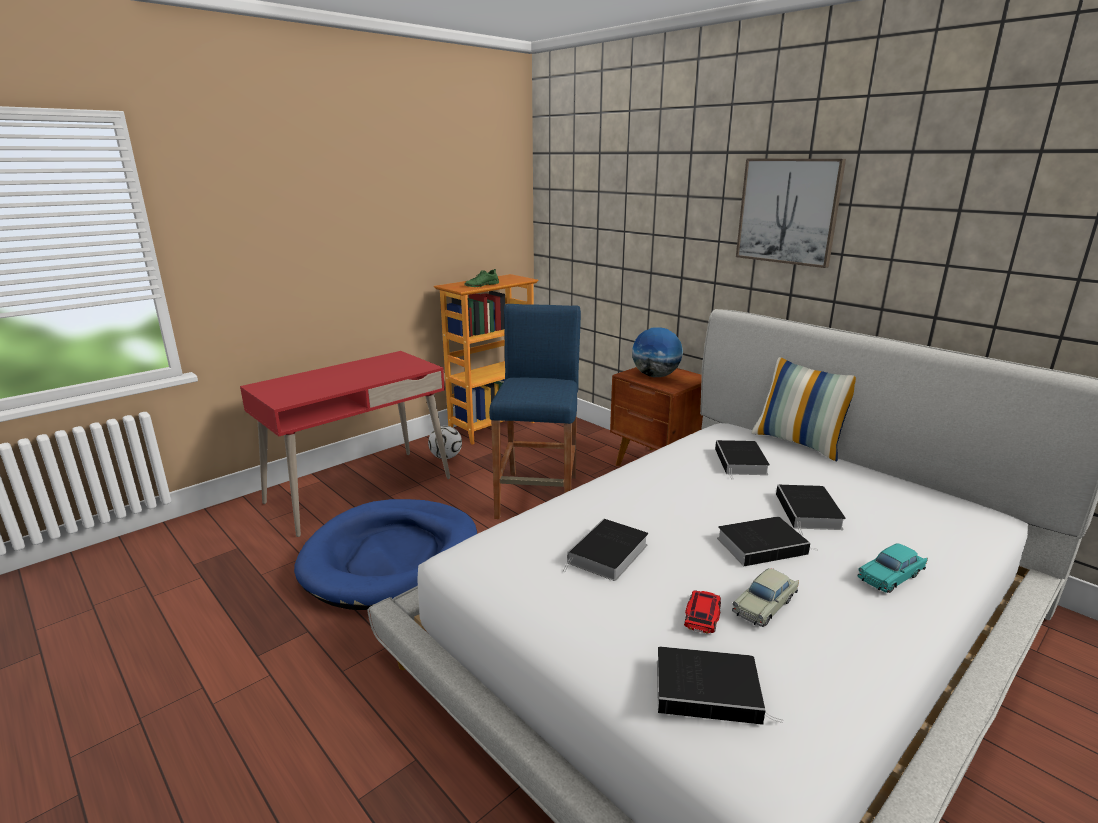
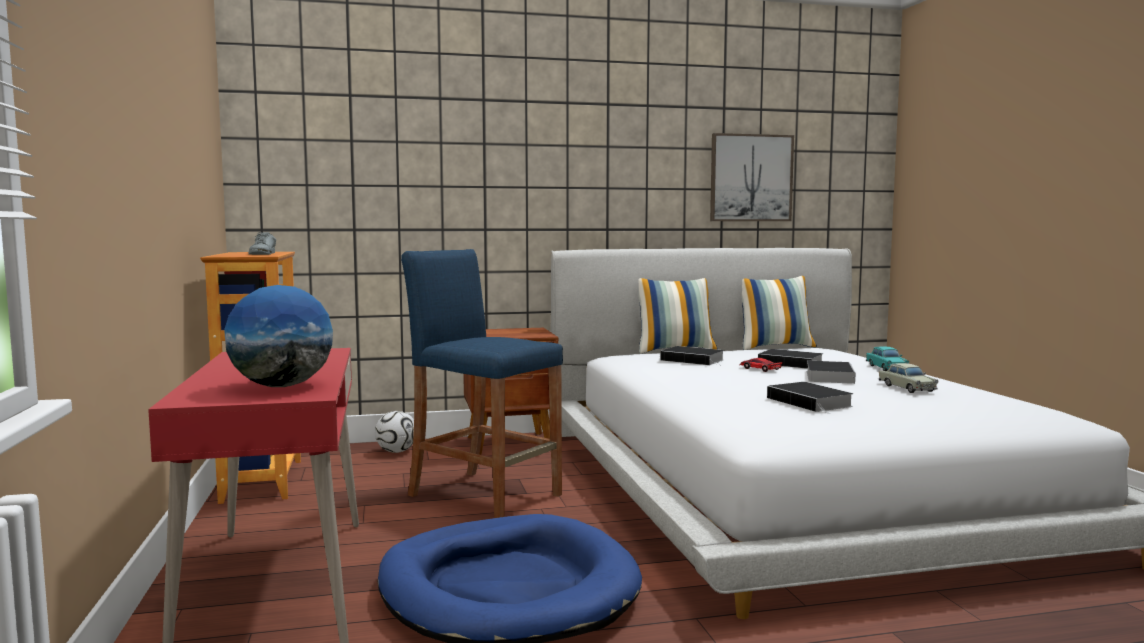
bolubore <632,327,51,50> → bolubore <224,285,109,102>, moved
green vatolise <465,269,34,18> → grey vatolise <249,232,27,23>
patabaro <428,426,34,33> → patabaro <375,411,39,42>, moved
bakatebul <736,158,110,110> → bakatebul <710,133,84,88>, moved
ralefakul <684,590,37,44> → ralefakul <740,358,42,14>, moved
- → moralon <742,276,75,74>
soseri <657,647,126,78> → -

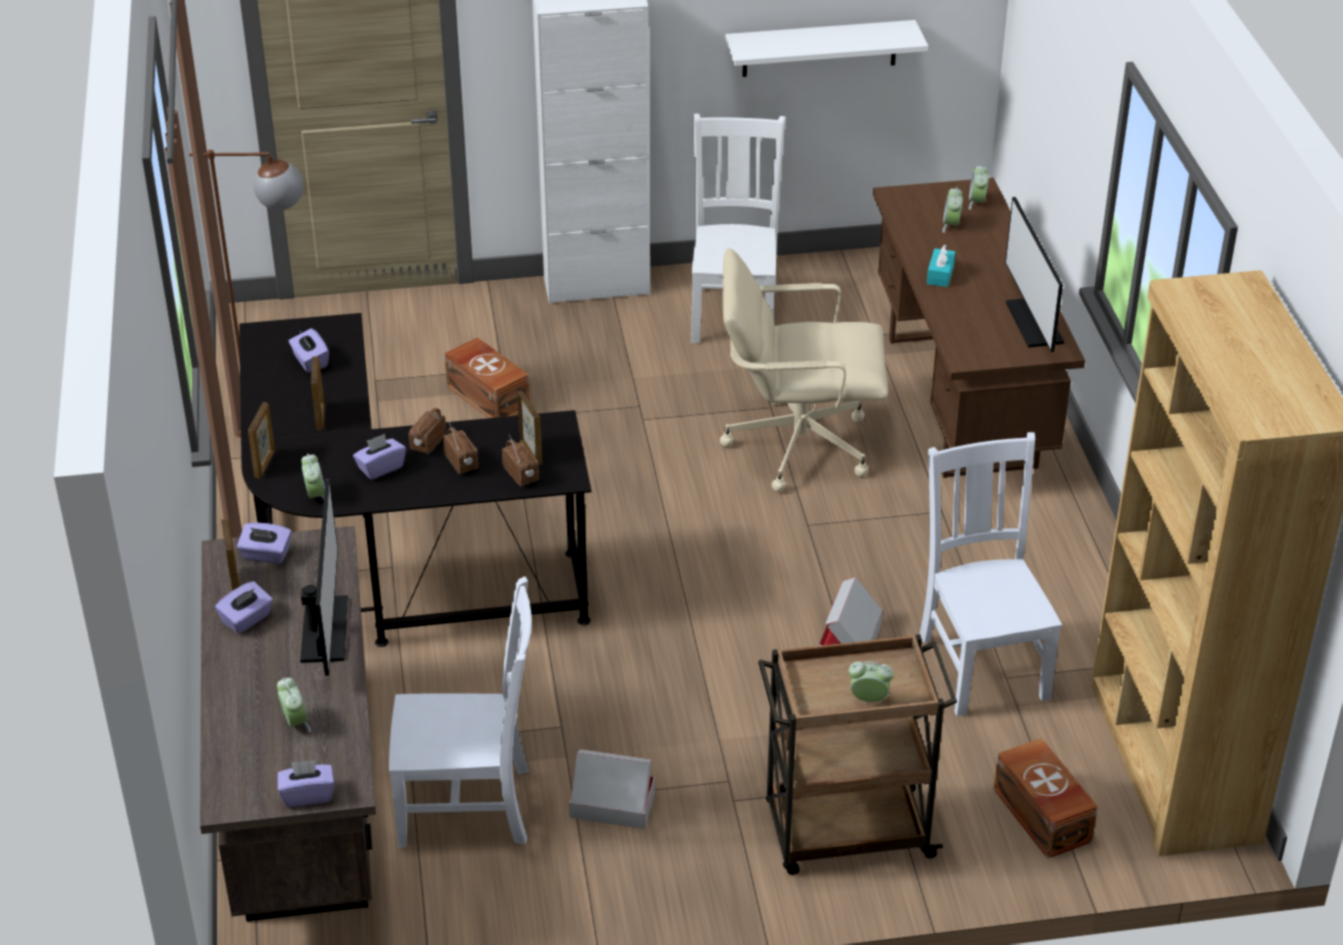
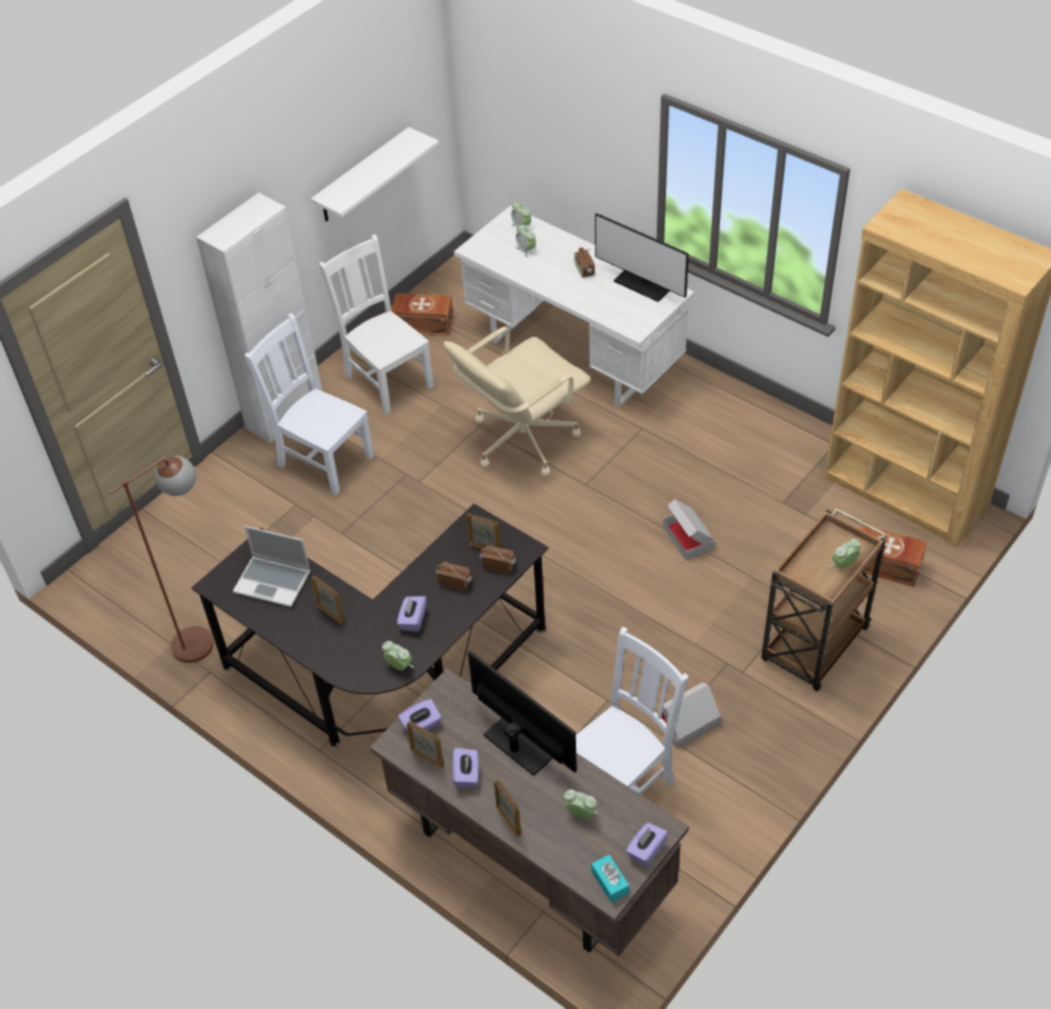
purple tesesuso <289,328,40,45> → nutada <233,526,78,81>
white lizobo <920,432,142,284> → white lizobo <244,313,130,183>, moved
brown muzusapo <444,337,86,81> → brown muzusapo <391,293,63,43>, moved
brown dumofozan <873,178,212,300> → white dumofozan <454,206,240,202>
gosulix <248,403,27,76> → gosulix <494,780,27,57>, moved
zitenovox <409,408,37,46> → zitenovox <574,247,21,31>, moved
turquoise tesesuso <927,245,28,42> → turquoise tesesuso <591,855,38,48>, moved

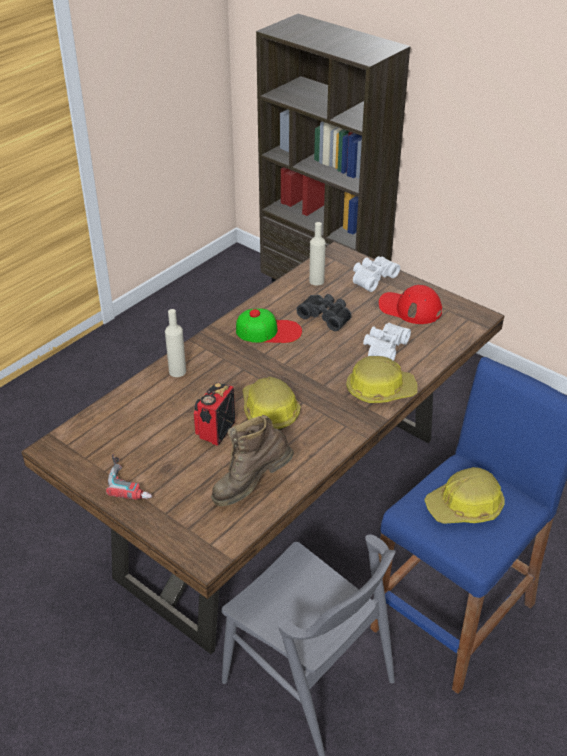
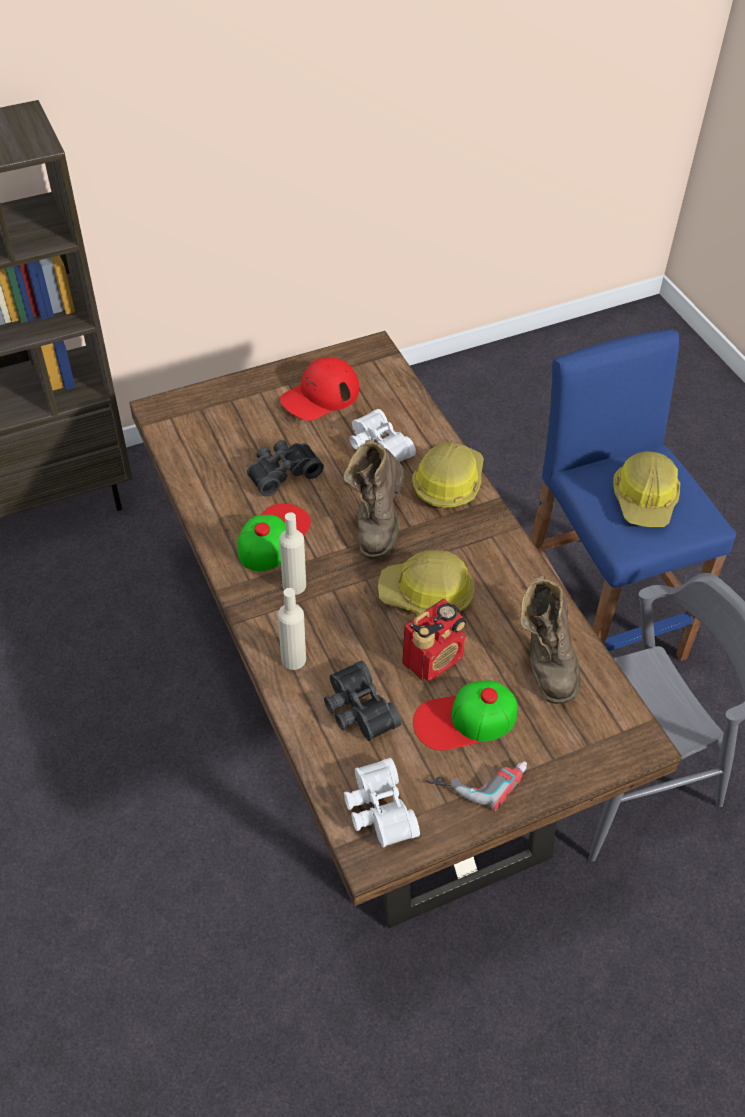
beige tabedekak <309,222,17,64> → beige tabedekak <279,512,27,83>, moved
- → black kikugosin <324,661,78,80>
- → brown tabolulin <343,439,61,120>
white kikugosin <353,256,47,36> → white kikugosin <344,758,76,90>, moved
zitenovox <194,382,41,64> → zitenovox <402,599,64,82>, 90 degrees counterclockwise
- → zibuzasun <413,681,104,69>

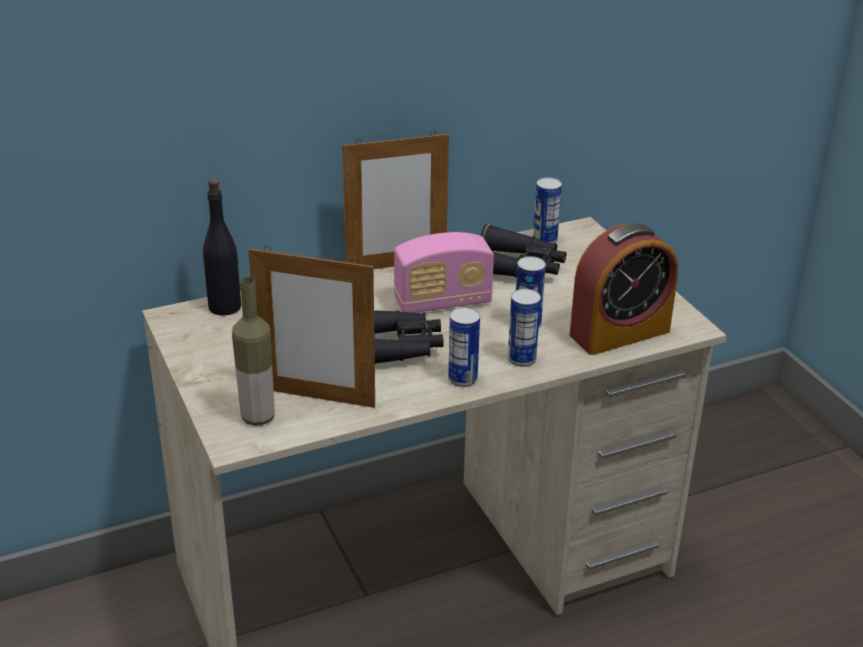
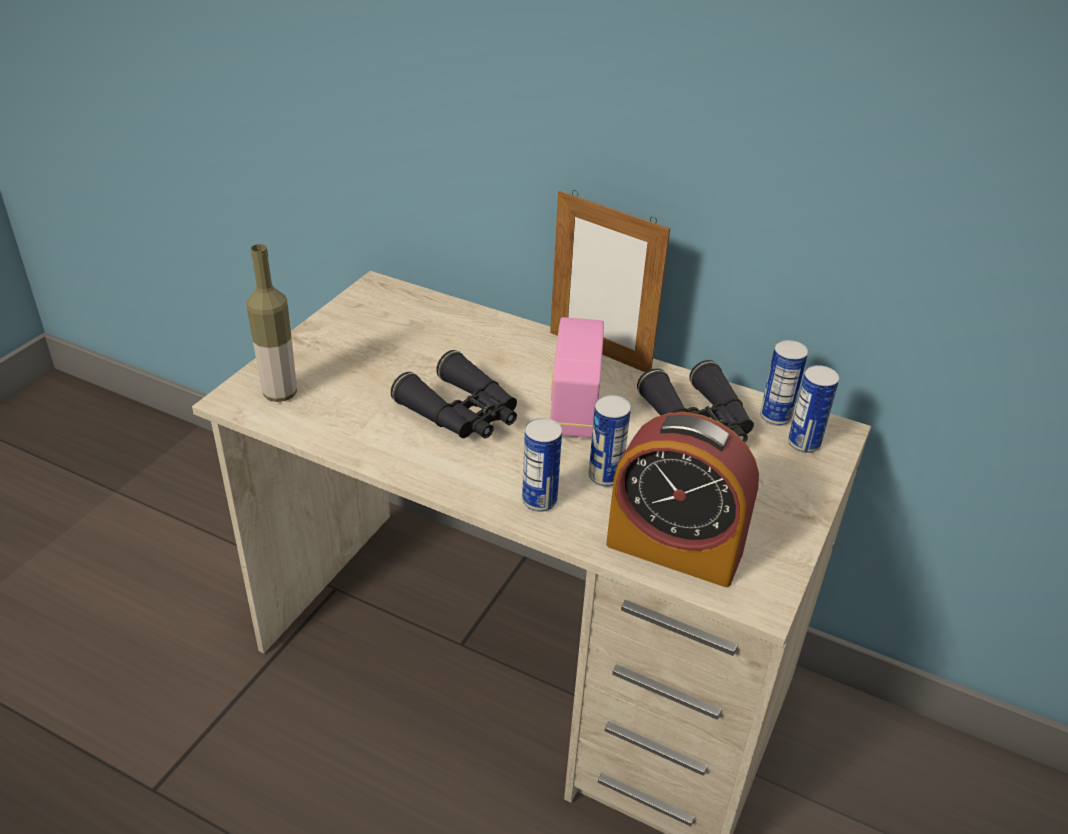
zitenovox <394,232,100,81> → zitenovox <550,317,54,121>, 60 degrees clockwise
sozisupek <448,307,32,80> → sozisupek <788,365,51,88>, moved
black tabedekak <203,179,38,137> → -
gosulix <249,246,126,162> → -

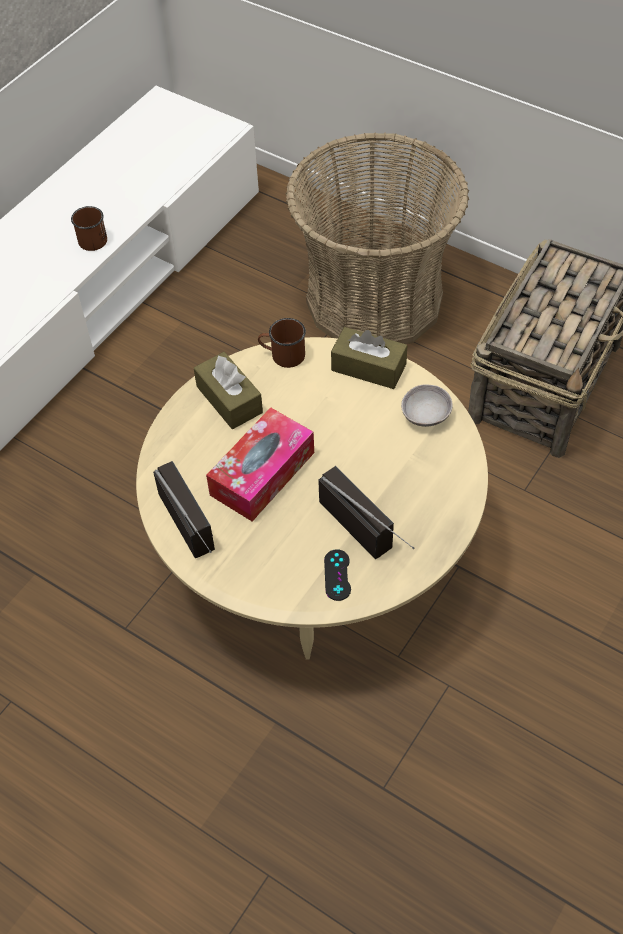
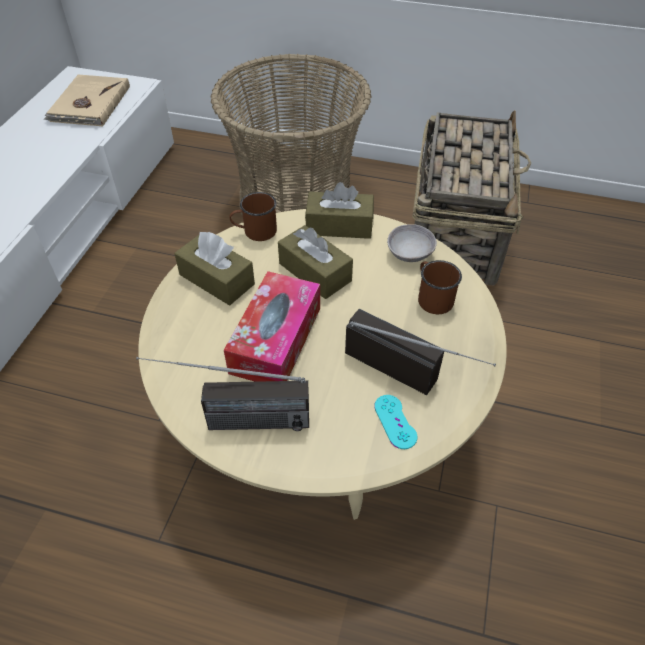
- → beige soseri <44,75,86,52>
zitenovox <153,461,62,97> → zitenovox <136,357,173,74>, 135 degrees clockwise
- → brown tesesuso <278,225,75,74>
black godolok <324,549,27,52> → turquoise godolok <374,395,43,54>
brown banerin <71,206,36,45> → brown banerin <418,260,44,54>, moved

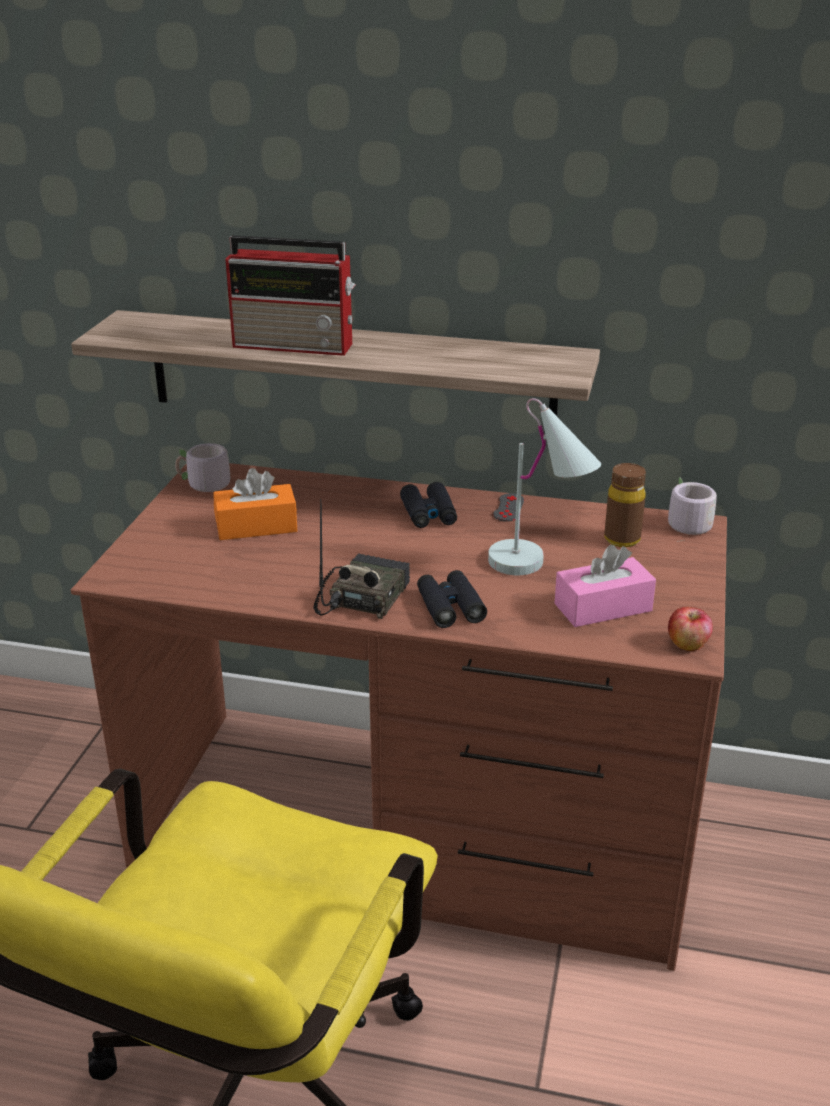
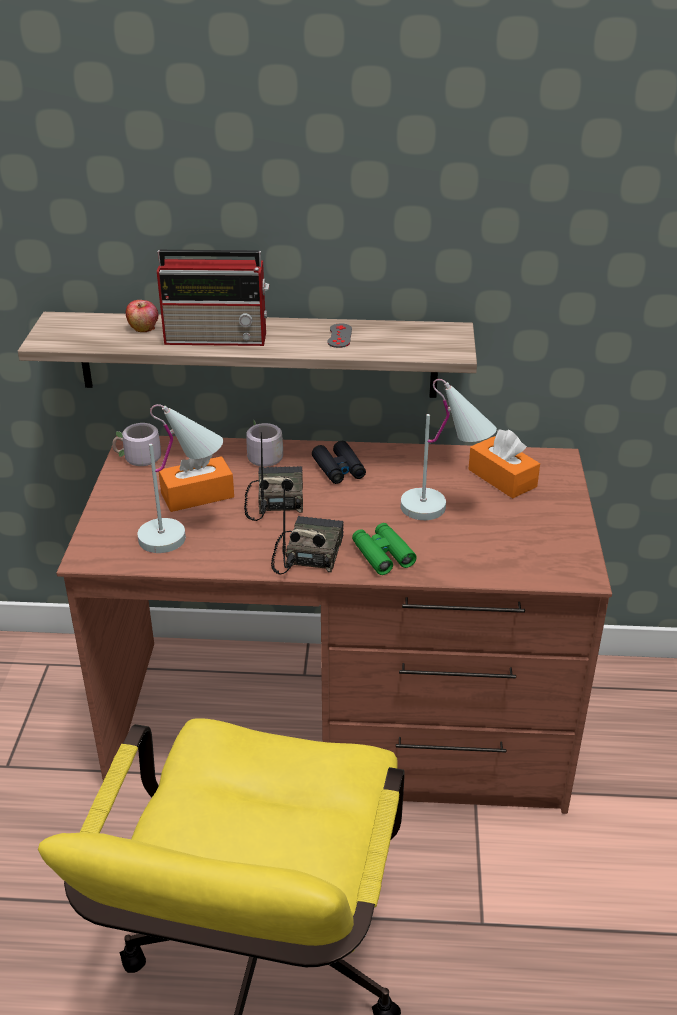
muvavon <668,607,45,44> → muvavon <126,300,33,32>, moved
- → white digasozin <137,404,86,149>
- → zitenovox <244,432,59,89>
grey banerin <668,477,49,65> → grey banerin <246,420,37,54>, moved
grey godolok <493,493,31,29> → grey godolok <327,323,25,25>, moved
black kikugosin <417,570,70,58> → green kikugosin <352,523,65,52>
brown tabedekak <604,463,42,84> → orange tesesuso <468,429,72,70>
pink tesesuso <554,545,102,82> → -

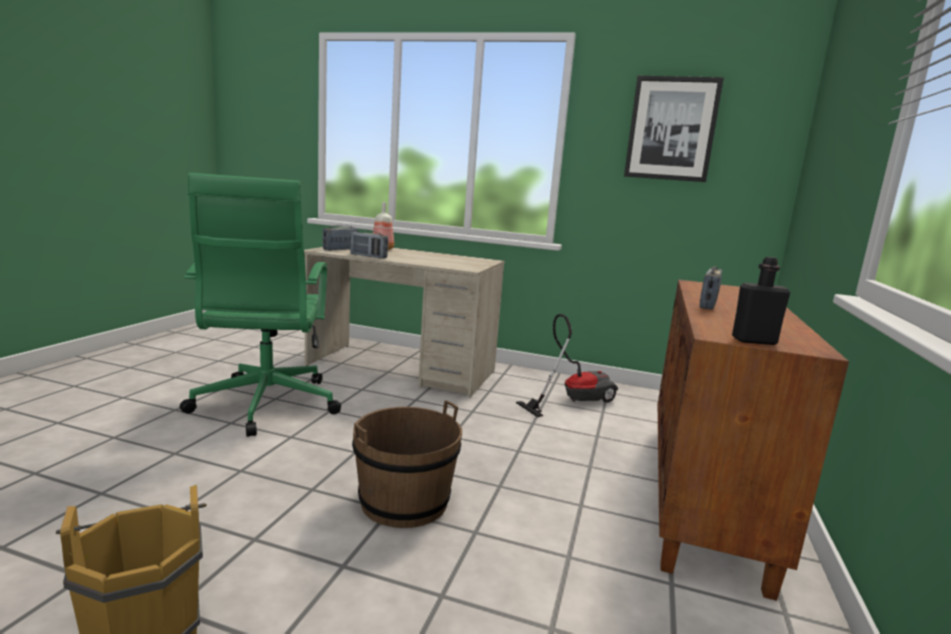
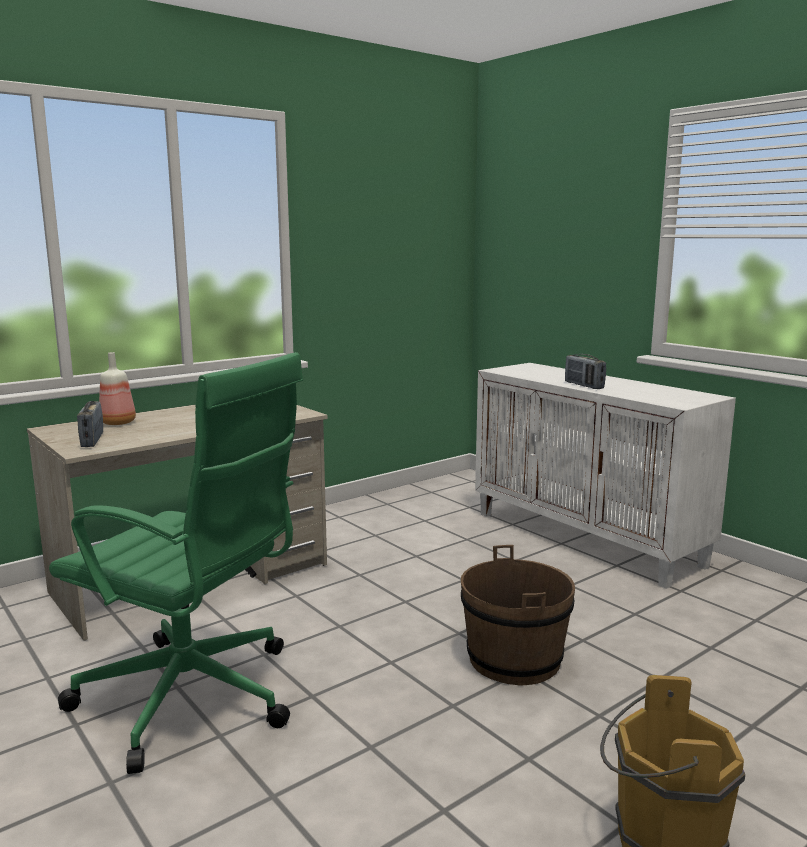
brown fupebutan <658,279,191,322> → white fupebutan <475,363,261,226>
zitenovox <350,230,38,28> → -
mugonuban <516,314,102,103> → -
bakatebul <624,76,100,106> → -
black tabedekak <732,257,58,88> → -

